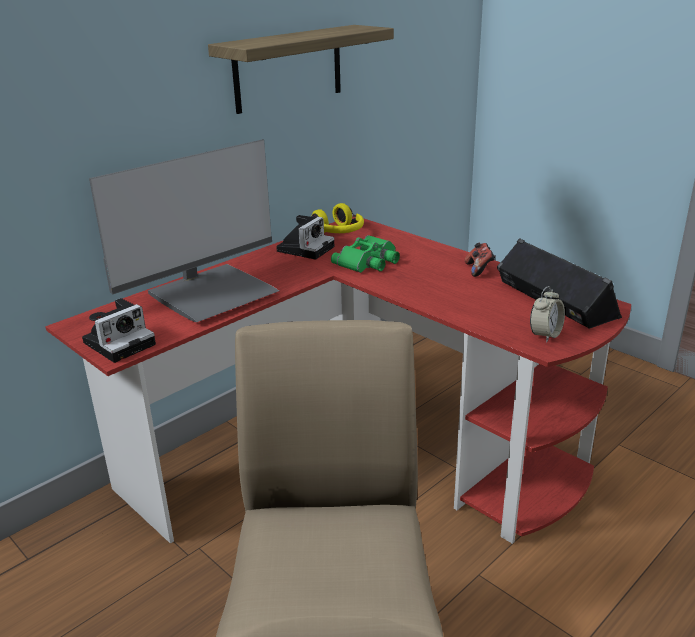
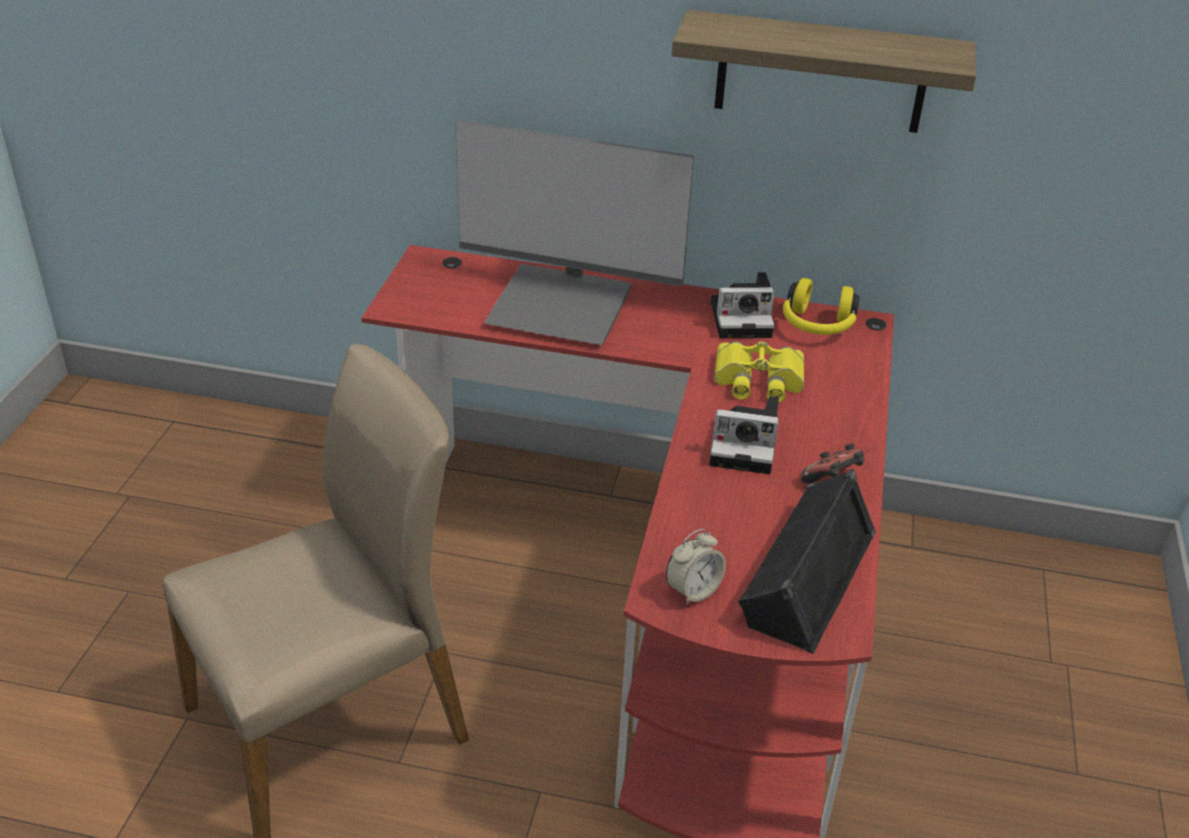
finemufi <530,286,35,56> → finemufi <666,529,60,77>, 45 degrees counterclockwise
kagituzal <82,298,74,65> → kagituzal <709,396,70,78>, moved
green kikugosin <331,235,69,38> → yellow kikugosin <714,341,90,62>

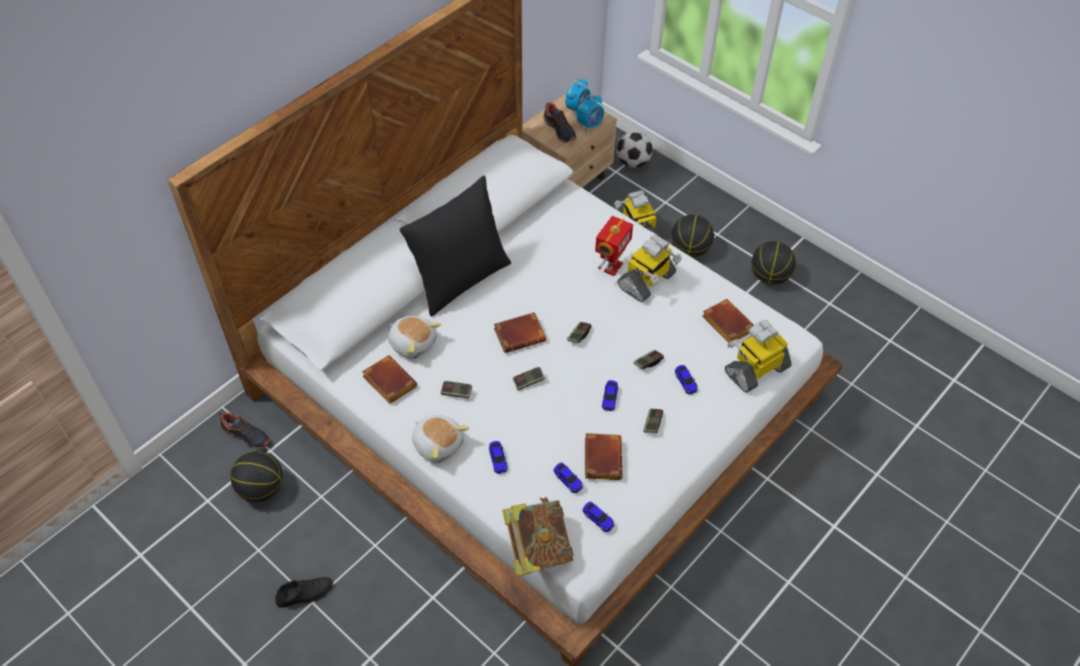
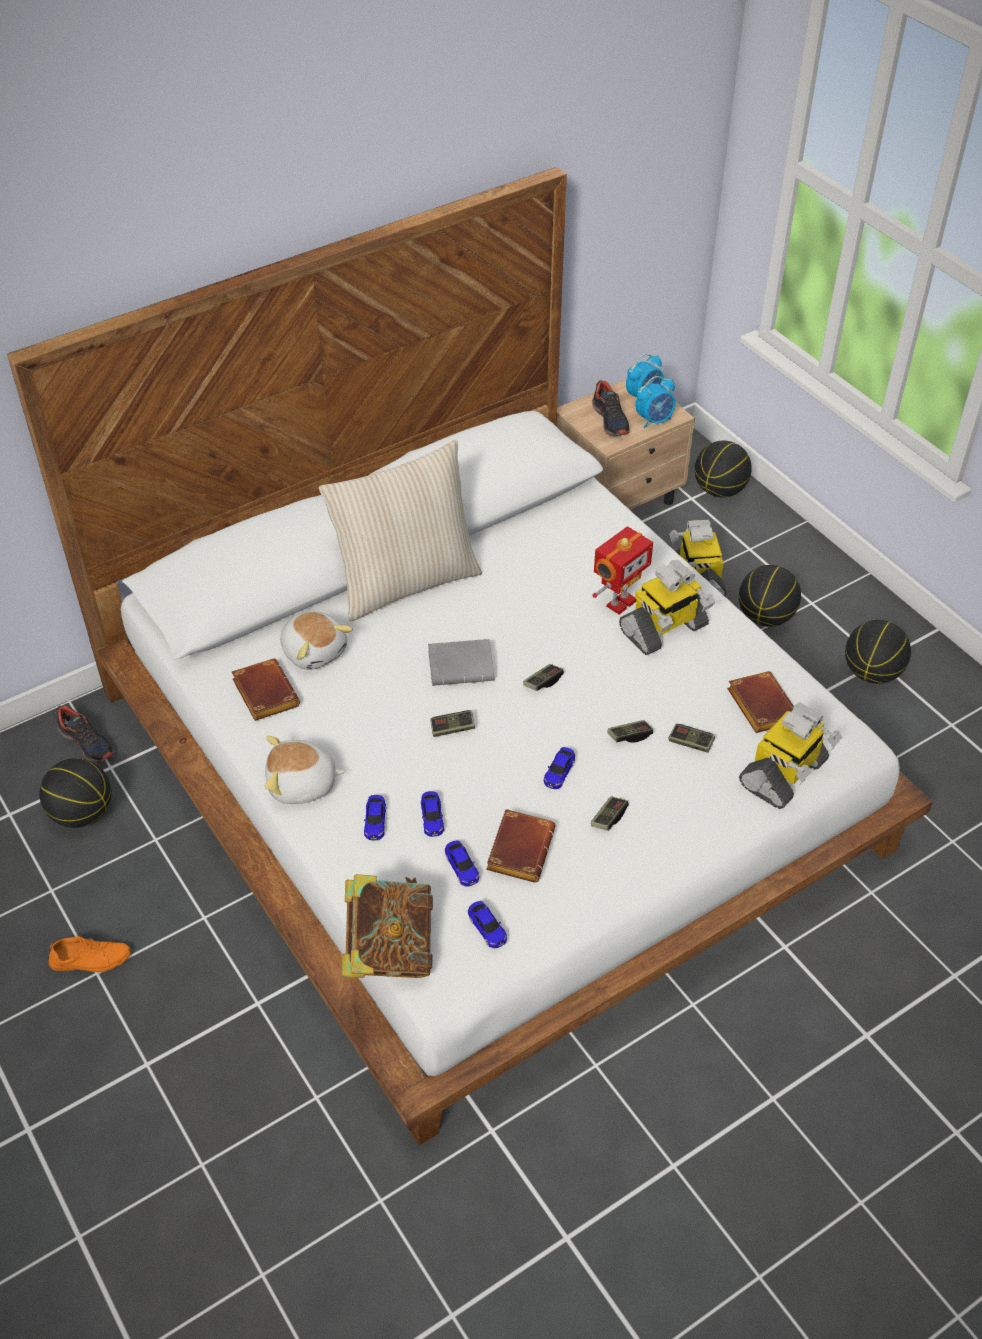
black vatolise <275,577,58,30> → orange vatolise <48,936,83,36>
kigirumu <412,415,57,48> → kigirumu <265,736,81,68>, 120 degrees clockwise
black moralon <400,176,111,141> → beige moralon <319,440,163,182>
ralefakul <675,365,23,30> → ralefakul <421,791,23,46>, moved
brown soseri <494,312,52,41> → grey soseri <428,639,66,47>
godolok <440,381,32,17> → godolok <668,724,47,29>, moved
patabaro <617,131,36,37> → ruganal <695,441,57,56>
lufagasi <725,320,67,72> → lufagasi <739,702,103,107>, 150 degrees clockwise

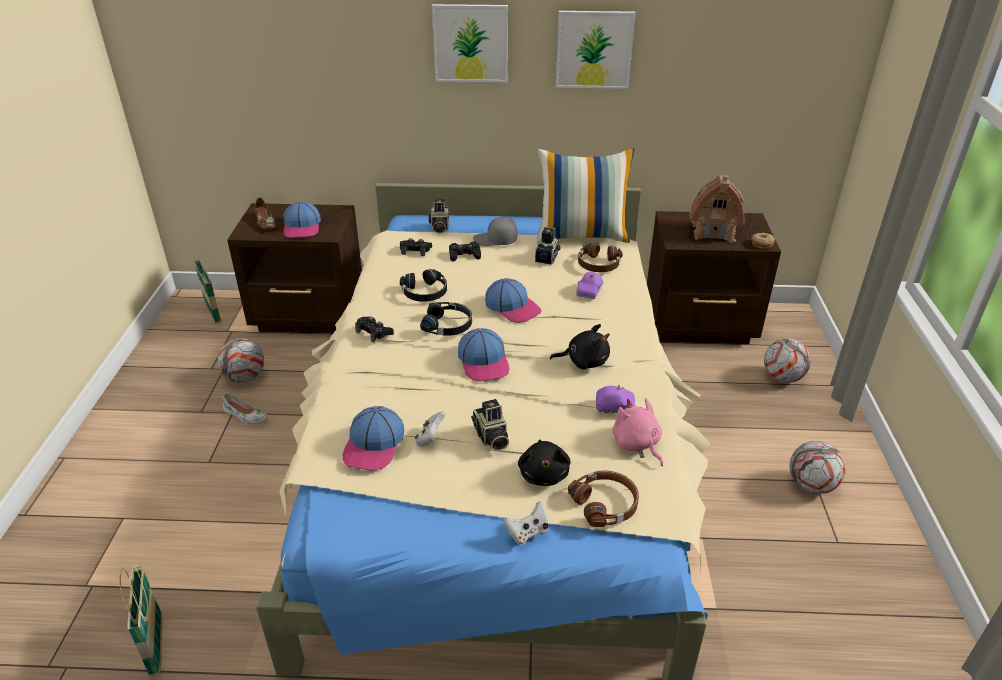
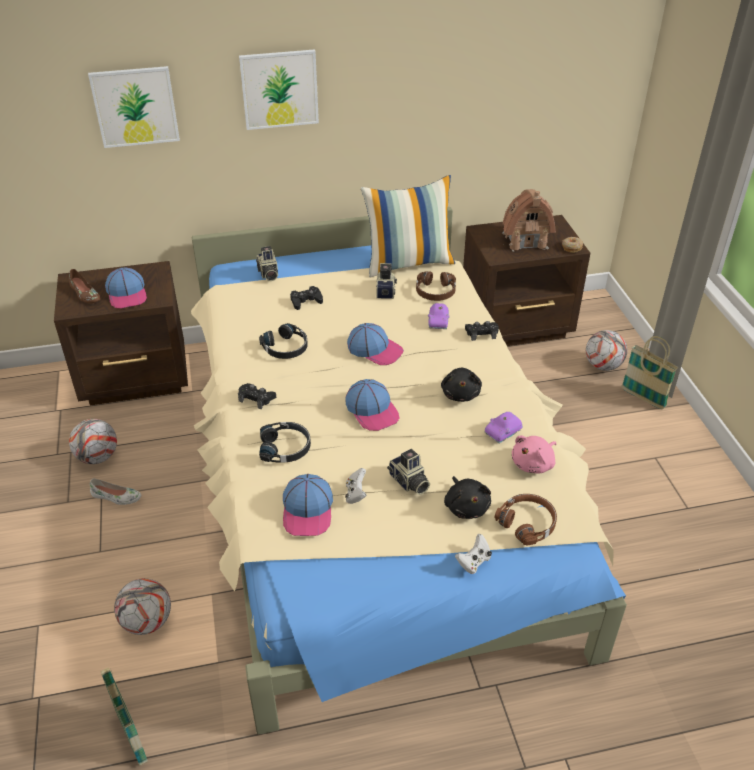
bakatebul <556,11,79,78> → bakatebul <88,66,92,82>, moved
patabaro <789,441,57,53> → patabaro <114,578,57,57>, moved
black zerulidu <420,302,52,34> → black zerulidu <259,422,52,41>, moved
black kigirumu <550,324,60,46> → black kigirumu <441,368,41,34>, 105 degrees clockwise
black godolok <400,238,32,18> → black godolok <465,321,34,20>, moved
purple ralefakul <596,385,39,28> → purple ralefakul <485,412,38,32>, 150 degrees clockwise
pink kigirumu <613,398,50,68> → pink kigirumu <512,436,44,37>, 90 degrees counterclockwise
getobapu <193,250,28,74> → getobapu <621,336,57,73>, moved
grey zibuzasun <473,217,45,29> → -

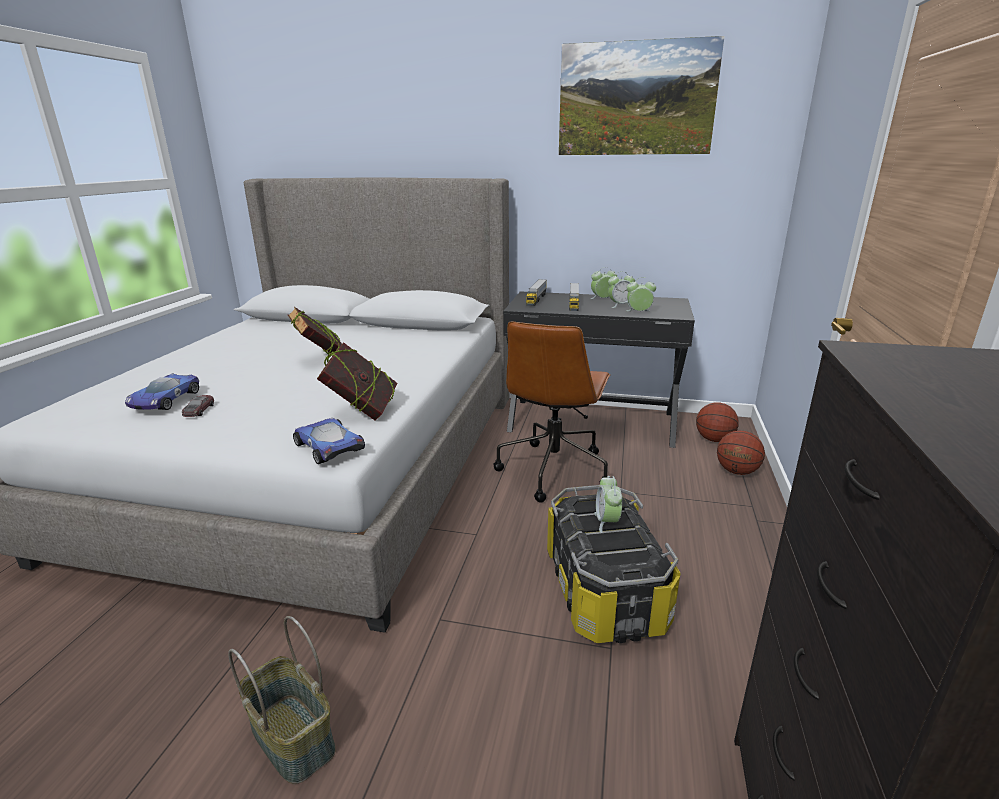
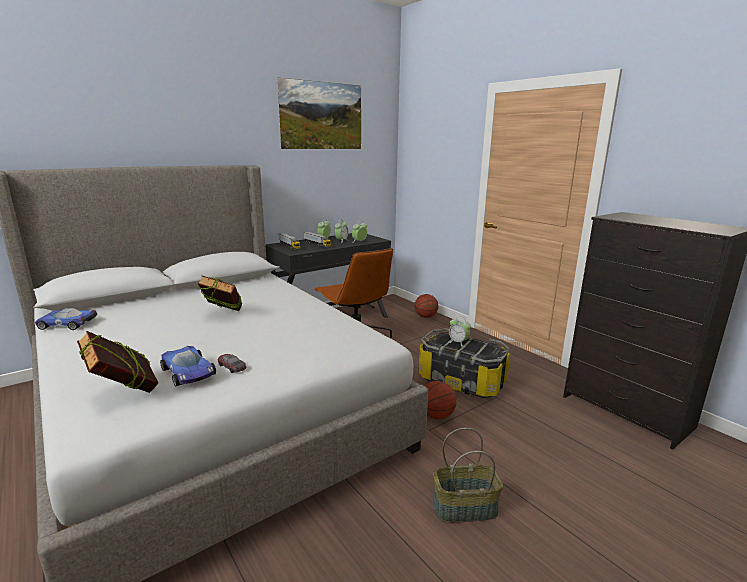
ralefakul <293,418,72,46> → ralefakul <35,308,63,22>, moved
soseri <317,342,80,78> → soseri <77,331,82,62>, moved
ruganal <696,403,43,39> → ruganal <425,381,32,39>, moved

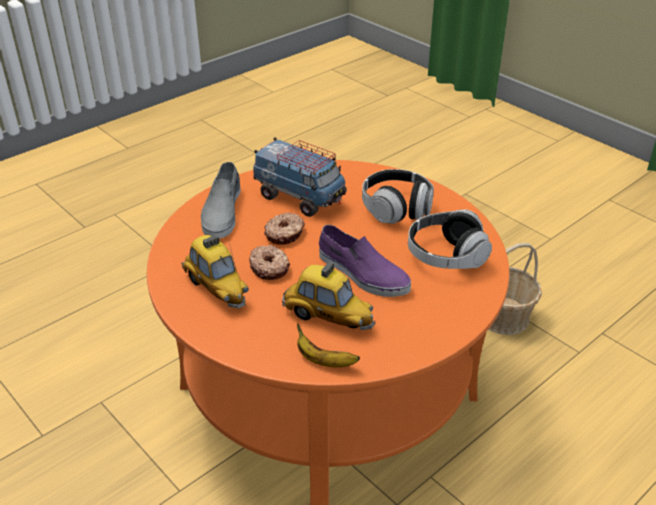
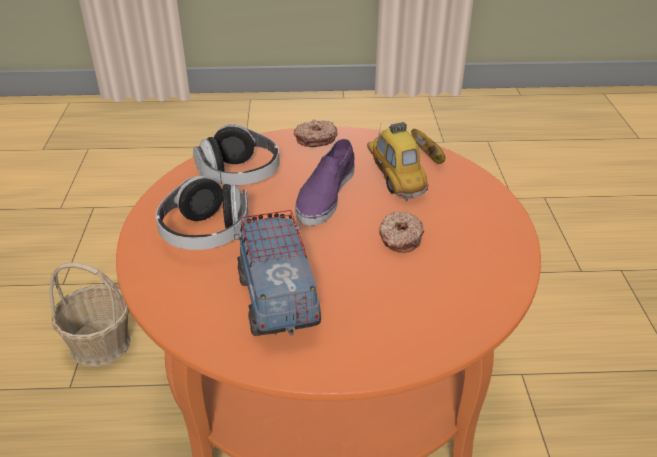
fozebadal <264,213,41,32> → fozebadal <294,120,43,27>, moved
purple vatolise <319,225,92,72> → purple vatolise <295,139,60,87>, 150 degrees counterclockwise
ralefakul <181,235,68,74> → -
grey vatolise <201,162,40,77> → -

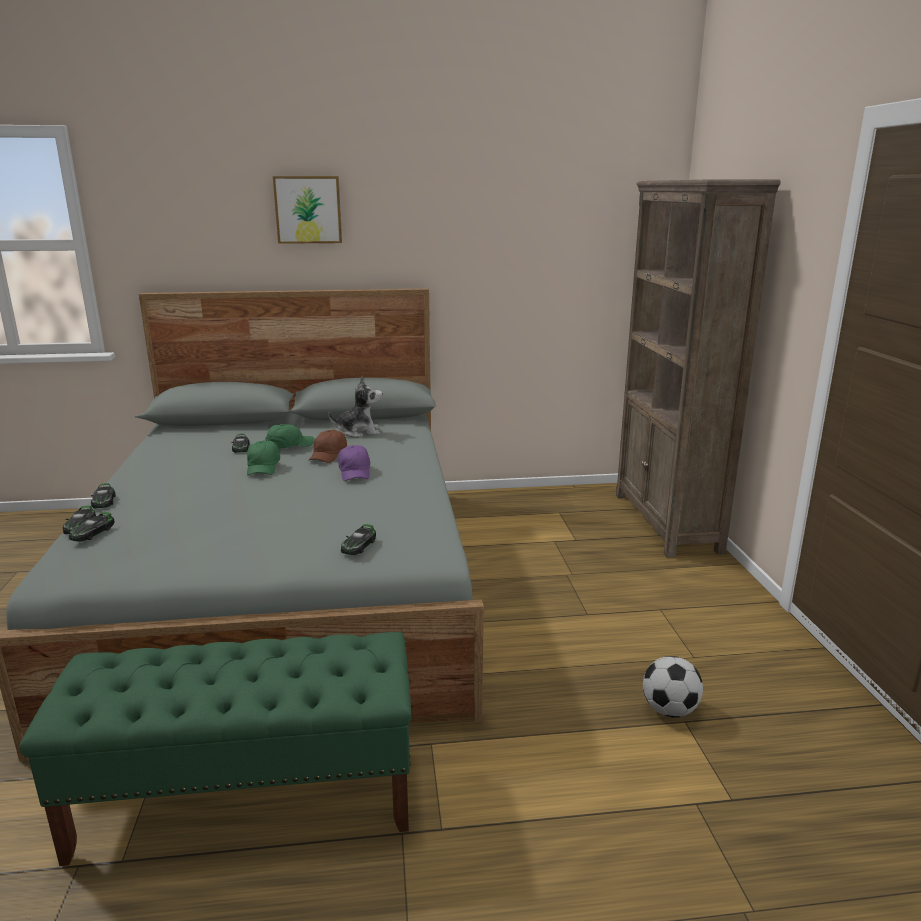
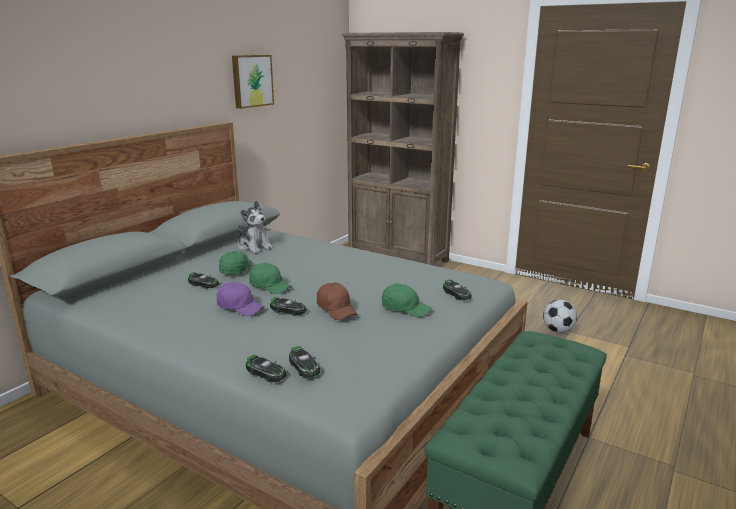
purple zibuzasun <338,445,32,36> → purple zibuzasun <217,282,48,34>, moved
bakatebul <273,176,69,68> → bakatebul <232,55,42,54>, moved
kigirumu <328,377,55,61> → kigirumu <238,201,35,52>, 105 degrees clockwise
ralefakul <91,483,24,25> → ralefakul <270,297,37,19>, moved
brown zibuzasun <309,430,38,33> → brown zibuzasun <317,282,40,38>, moved
- → green zibuzasun <382,283,50,34>

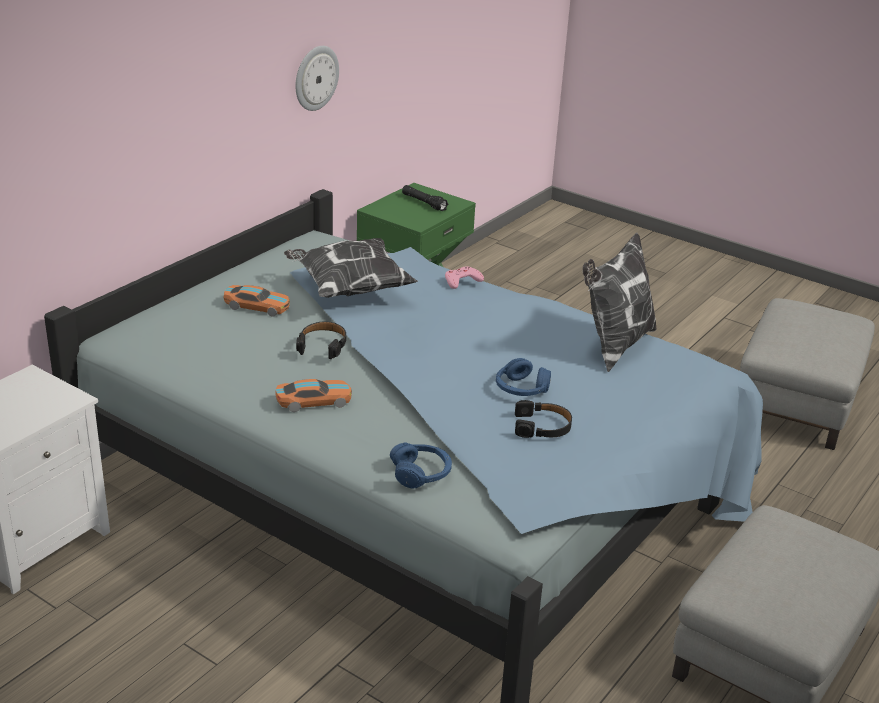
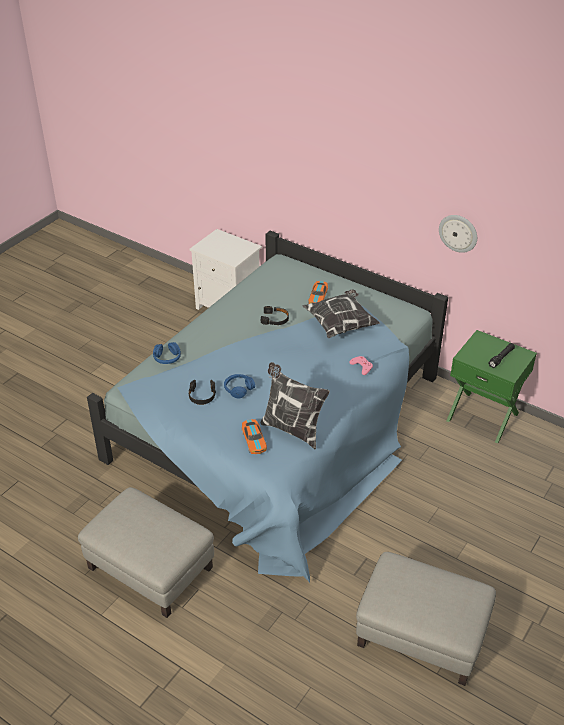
ralefakul <276,379,76,33> → ralefakul <242,419,25,35>, moved

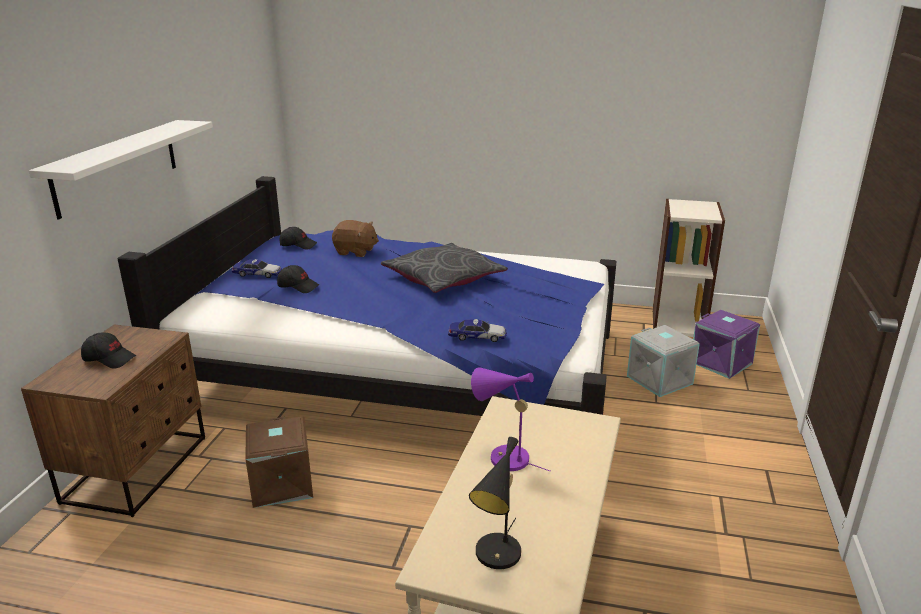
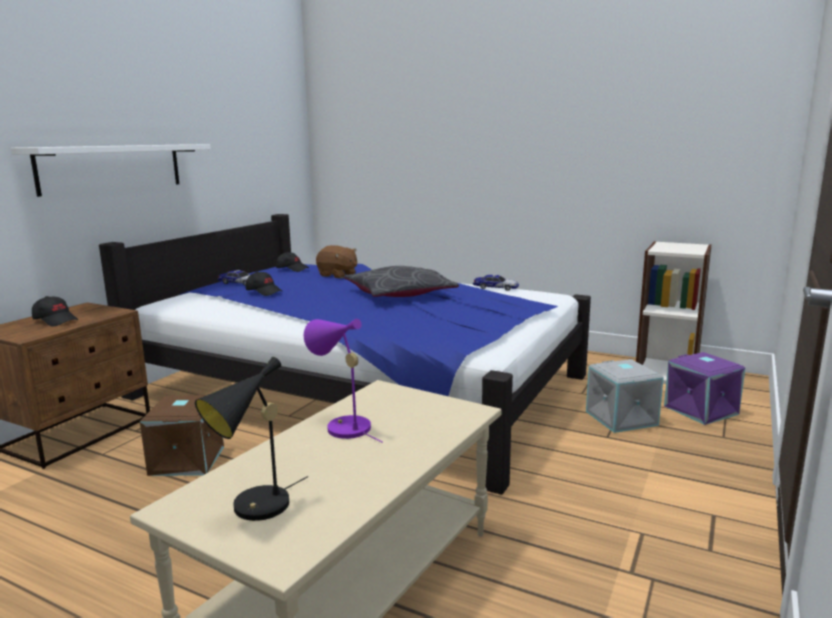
ralefakul <448,319,59,23> → ralefakul <473,274,46,17>, moved

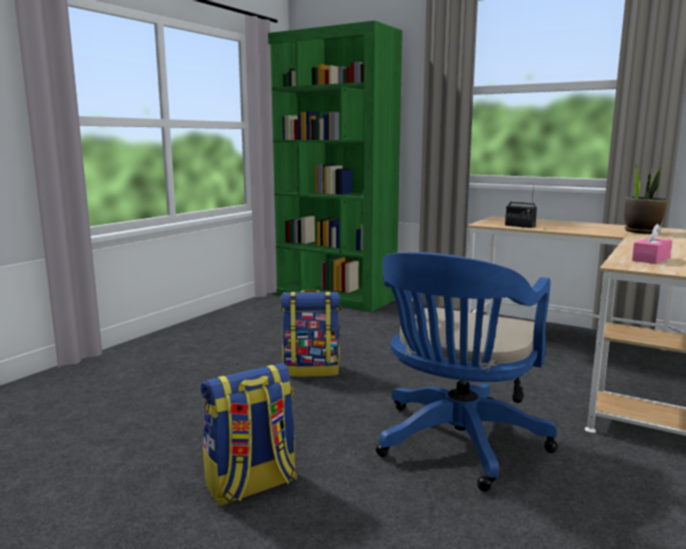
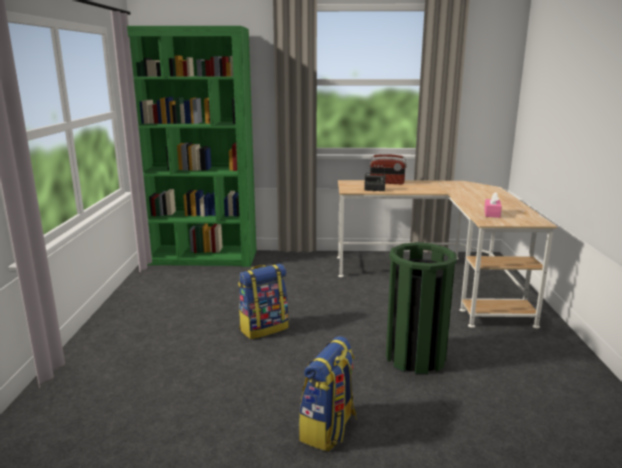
- → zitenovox <369,154,38,30>
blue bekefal <376,252,181,239> → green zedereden <386,242,71,133>
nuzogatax <624,160,44,74> → -

